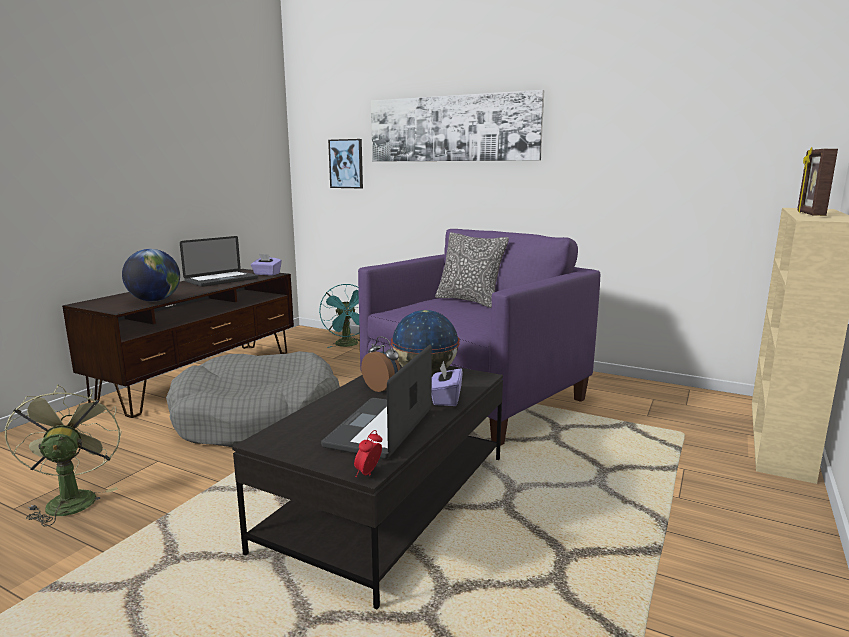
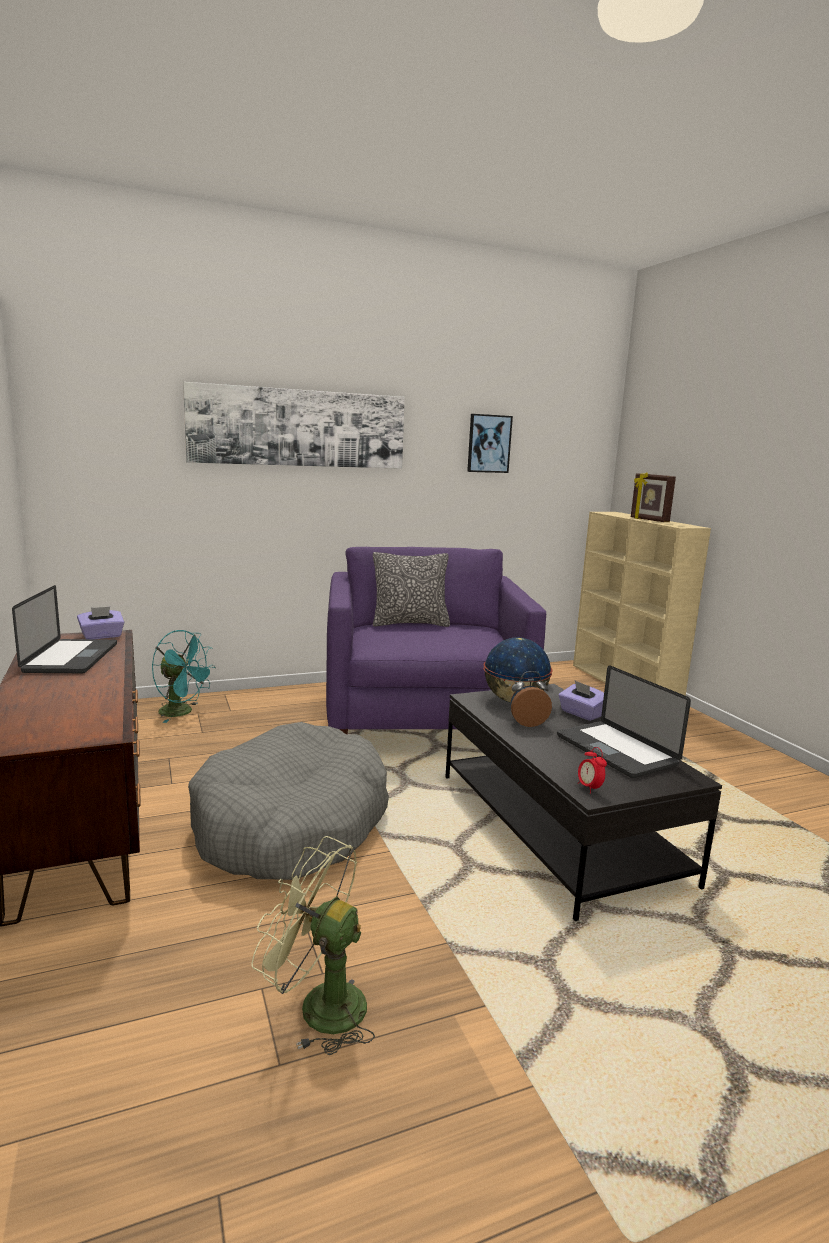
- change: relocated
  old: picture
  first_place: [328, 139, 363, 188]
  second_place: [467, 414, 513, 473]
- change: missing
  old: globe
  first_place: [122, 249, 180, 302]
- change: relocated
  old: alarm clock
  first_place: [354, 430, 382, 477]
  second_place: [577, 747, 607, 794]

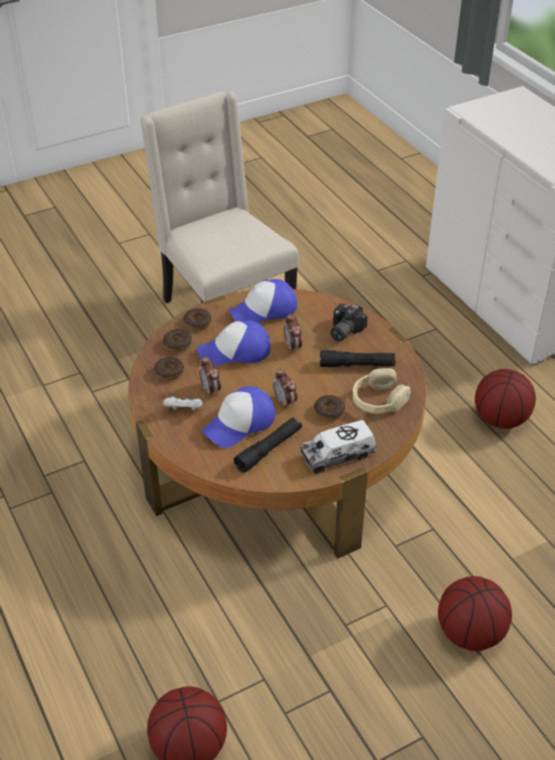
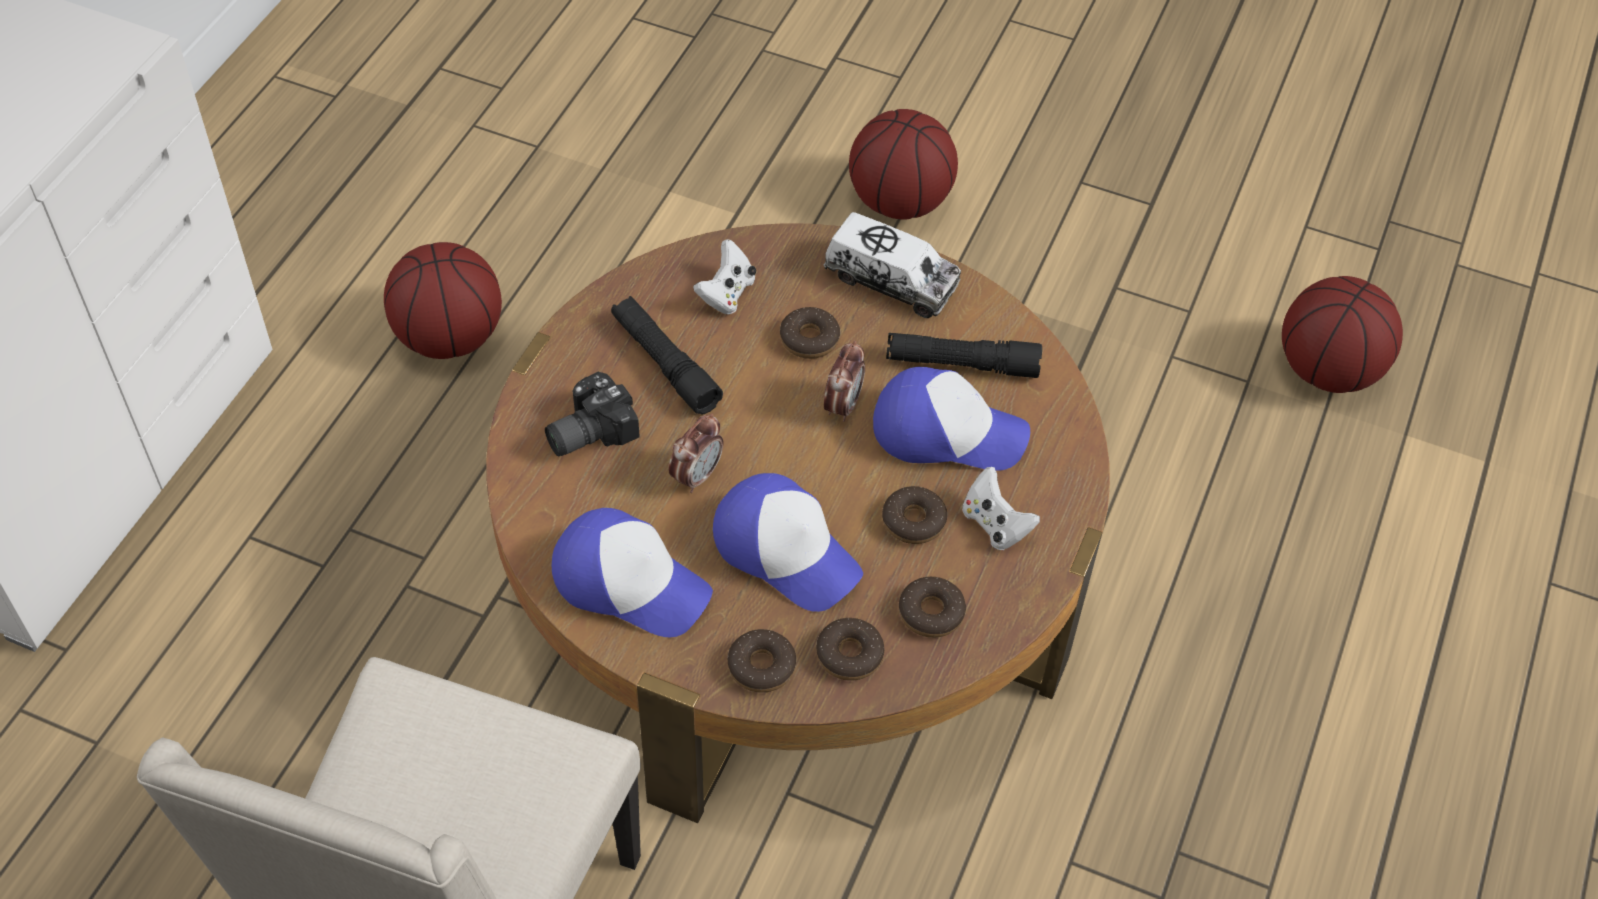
- change: spun
  old: photo camera
  first_place: [331, 304, 368, 341]
  second_place: [545, 372, 640, 456]
  degrees: 150
- change: exchanged
  old: alarm clock
  new: donut
  first_place: [199, 356, 221, 397]
  second_place: [882, 486, 947, 544]
- change: exchanged
  old: beige headphones
  new: white game controller
  first_place: [353, 368, 411, 414]
  second_place: [693, 239, 756, 315]

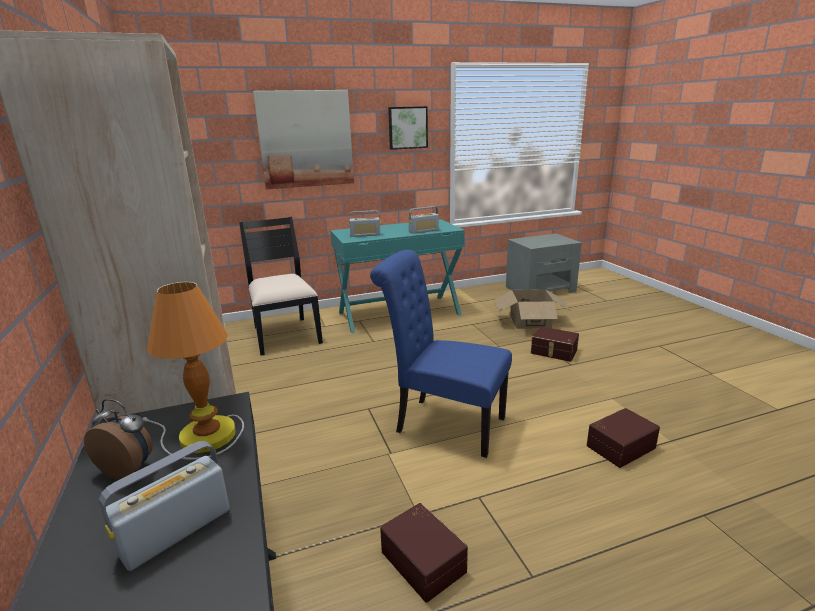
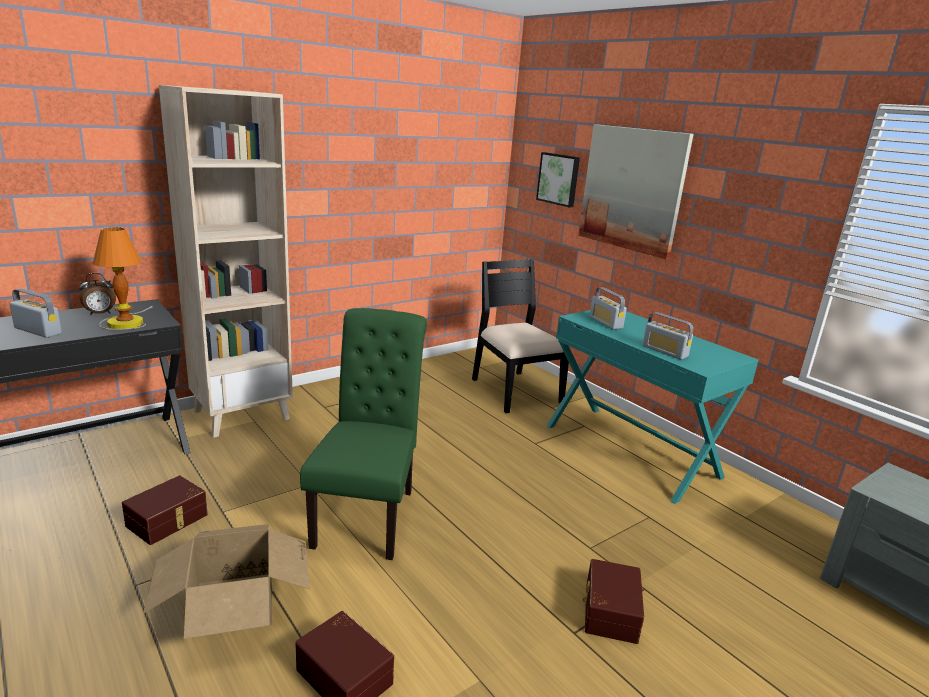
- change: relocated
  old: picture
  first_place: [388, 106, 428, 150]
  second_place: [536, 152, 580, 207]
- change: spun
  old: black chair
  first_place: [239, 217, 323, 356]
  second_place: [472, 259, 569, 413]
  degrees: -75
- change: colour
  old: blue chair
  new: green chair
  first_place: [370, 250, 512, 458]
  second_place: [300, 308, 427, 560]
- change: relocated
  old: cardboard box
  first_place: [494, 289, 572, 329]
  second_place: [143, 524, 310, 639]
- change: spun
  old: alarm clock
  first_place: [84, 399, 153, 480]
  second_place: [79, 273, 116, 315]
  degrees: 60

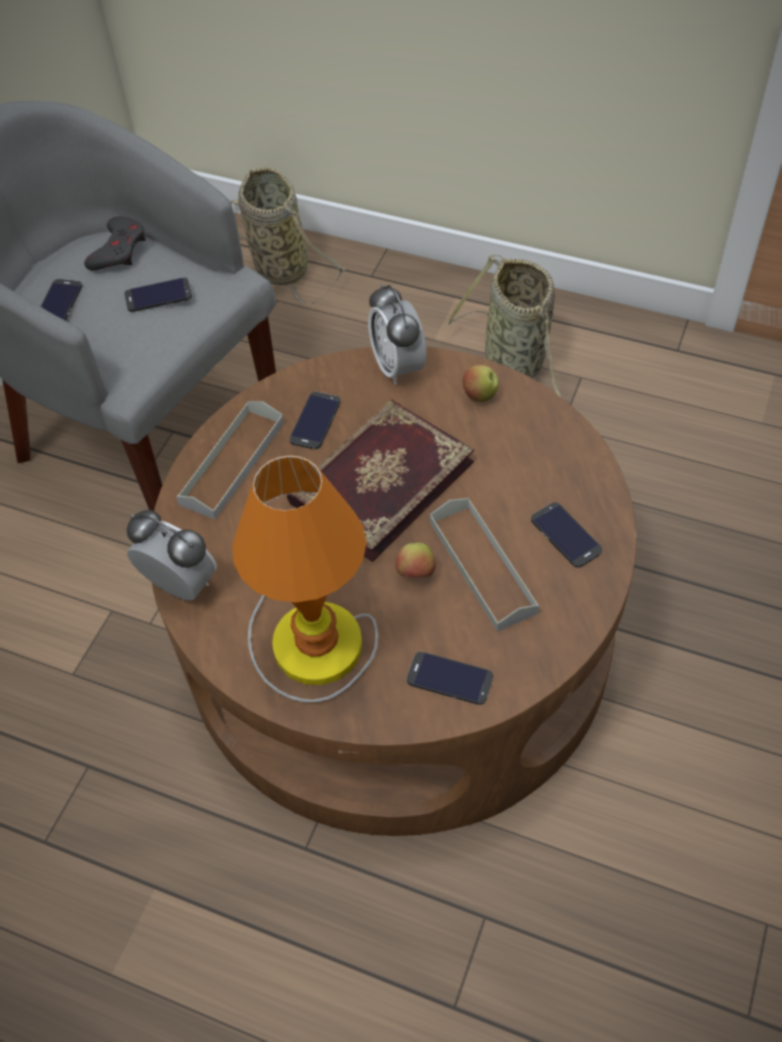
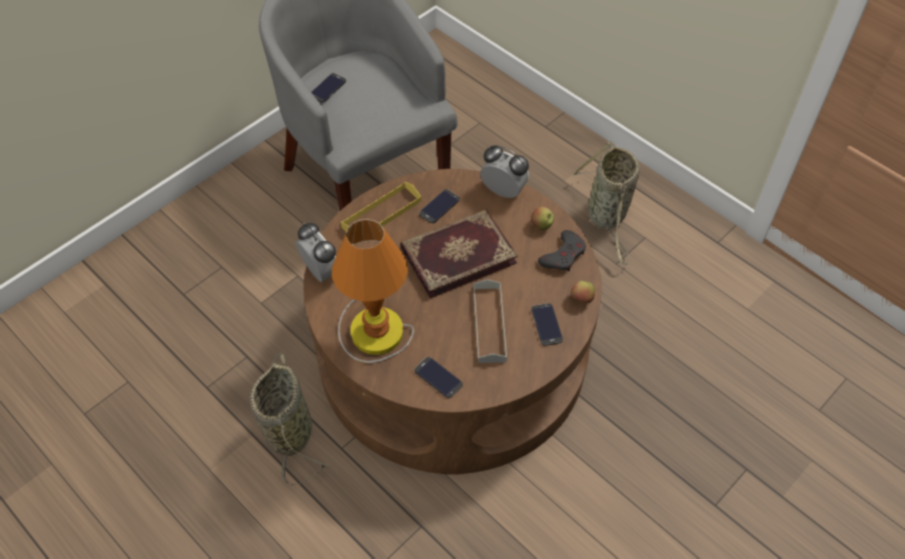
- change: relocated
  old: basket
  first_place: [230, 167, 346, 304]
  second_place: [249, 352, 330, 486]
- change: relocated
  old: grey game controller
  first_place: [84, 216, 146, 271]
  second_place: [538, 230, 586, 272]
- change: missing
  old: phone
  first_place: [124, 278, 192, 312]
- change: spun
  old: alarm clock
  first_place: [368, 284, 426, 385]
  second_place: [480, 145, 529, 198]
  degrees: 120
- change: colour
  old: grey tray
  new: yellow tray
  first_place: [176, 401, 284, 520]
  second_place: [341, 182, 421, 232]
- change: relocated
  old: apple
  first_place: [395, 543, 436, 577]
  second_place: [571, 281, 595, 303]

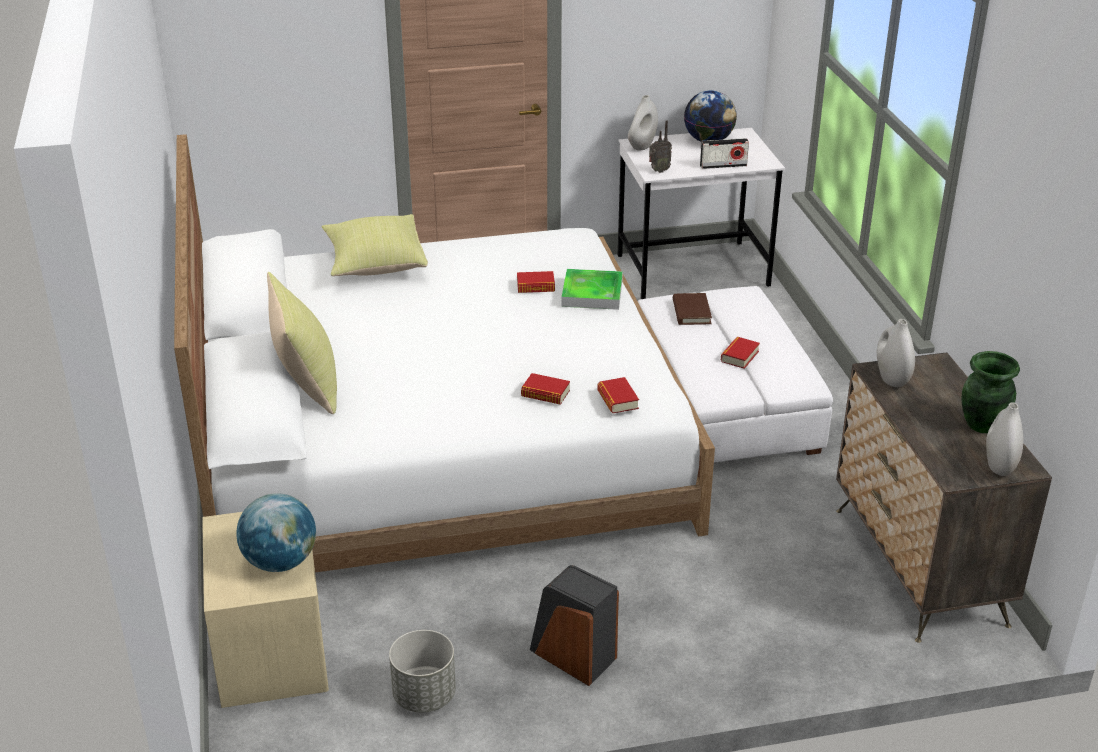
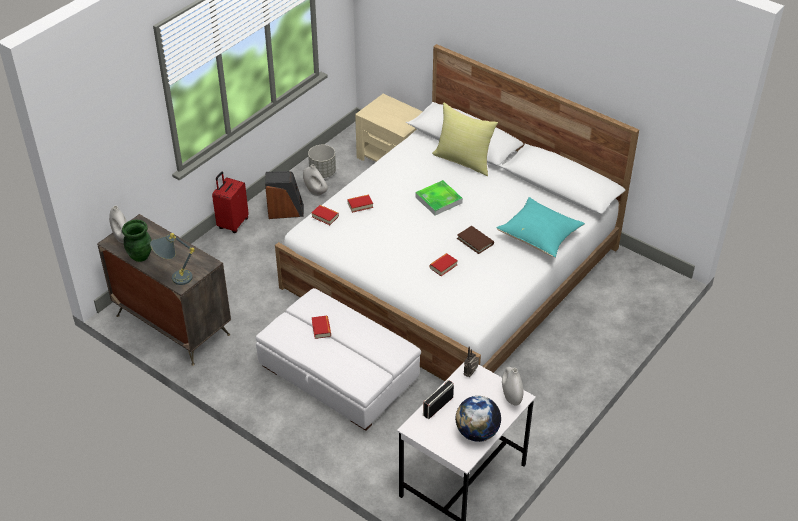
- change: colour
  old: yellow pillow
  new: turquoise pillow
  first_place: [322, 214, 428, 276]
  second_place: [496, 197, 585, 257]
- change: relocated
  old: tray
  first_place: [562, 269, 623, 310]
  second_place: [415, 180, 463, 215]
- change: relocated
  old: brown book
  first_place: [673, 293, 712, 325]
  second_place: [457, 226, 494, 254]
- change: relocated
  old: white vase
  first_place: [877, 319, 915, 387]
  second_place: [303, 165, 328, 196]
- change: missing
  old: globe
  first_place: [236, 493, 316, 572]
- change: appeared
  new: red suitcase
  second_place: [212, 172, 249, 233]
- change: appeared
  new: grey table lamp
  second_place: [150, 233, 195, 285]

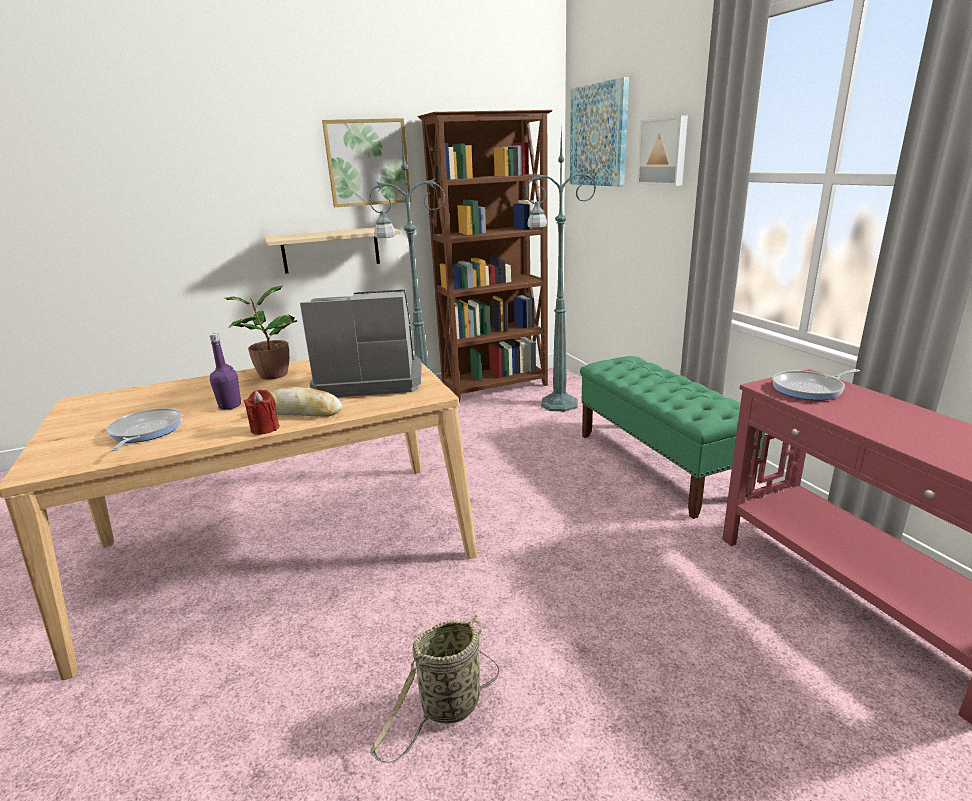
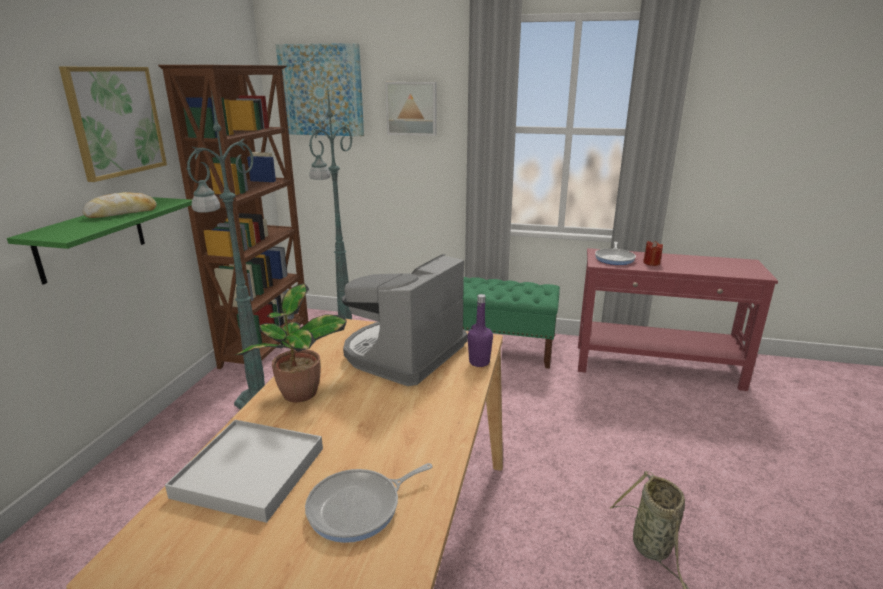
- change: colour
  old: beige shelf
  new: green shelf
  first_place: [264, 227, 401, 274]
  second_place: [7, 197, 192, 285]
- change: relocated
  old: purple bottle
  first_place: [210, 333, 241, 410]
  second_place: [467, 294, 493, 367]
- change: relocated
  old: bread
  first_place: [271, 387, 342, 417]
  second_place: [83, 192, 157, 218]
- change: relocated
  old: red candle
  first_place: [243, 390, 279, 435]
  second_place: [643, 241, 663, 266]
- change: spun
  old: frying pan
  first_place: [106, 408, 182, 451]
  second_place: [305, 463, 433, 543]
  degrees: -60
- change: appeared
  new: white tray
  second_place: [165, 420, 323, 523]

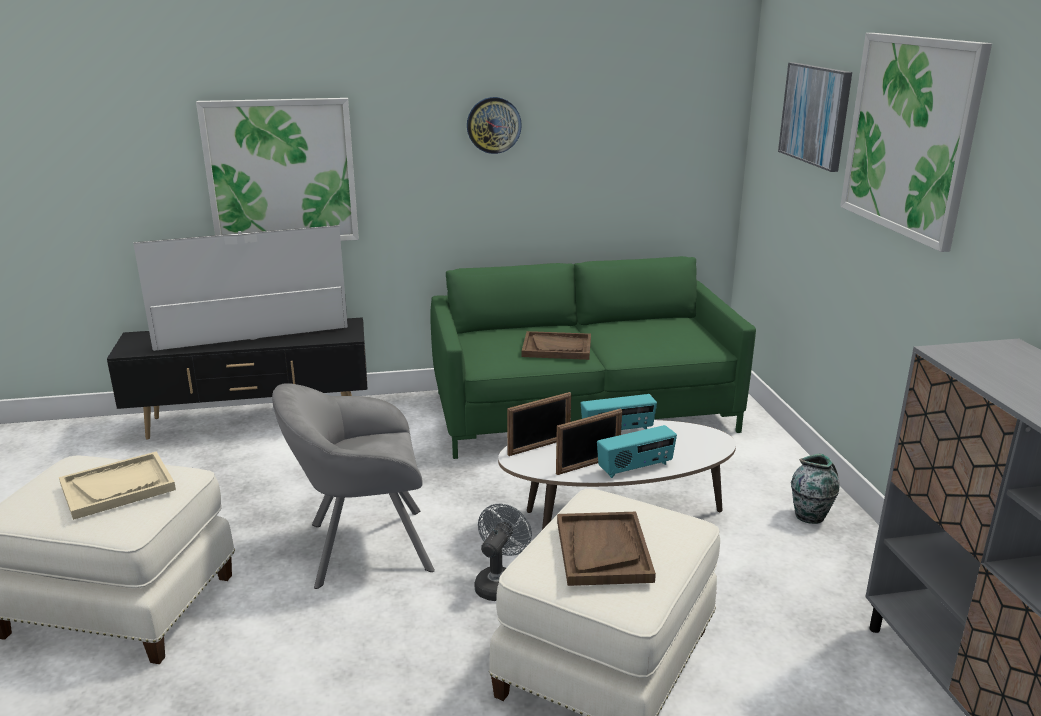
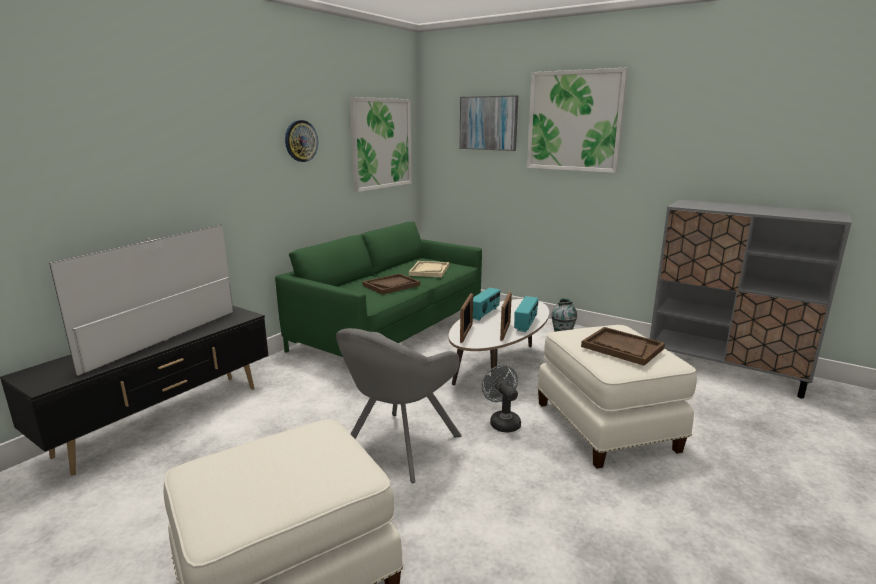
- change: relocated
  old: picture
  first_place: [196, 98, 359, 241]
  second_place: [349, 97, 412, 192]
- change: relocated
  old: beige tray
  first_place: [59, 452, 176, 520]
  second_place: [409, 261, 449, 277]

